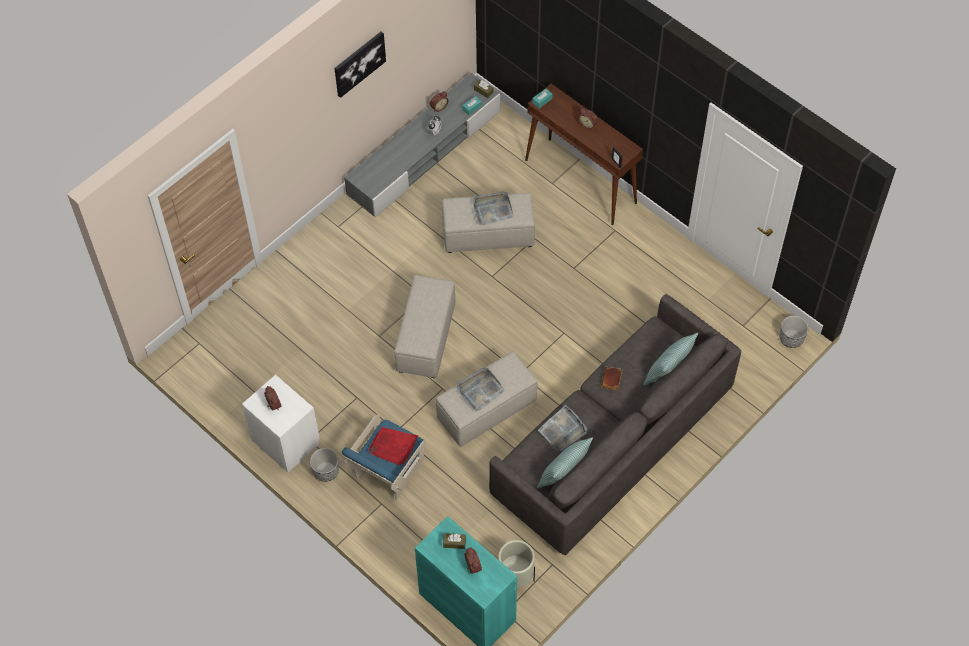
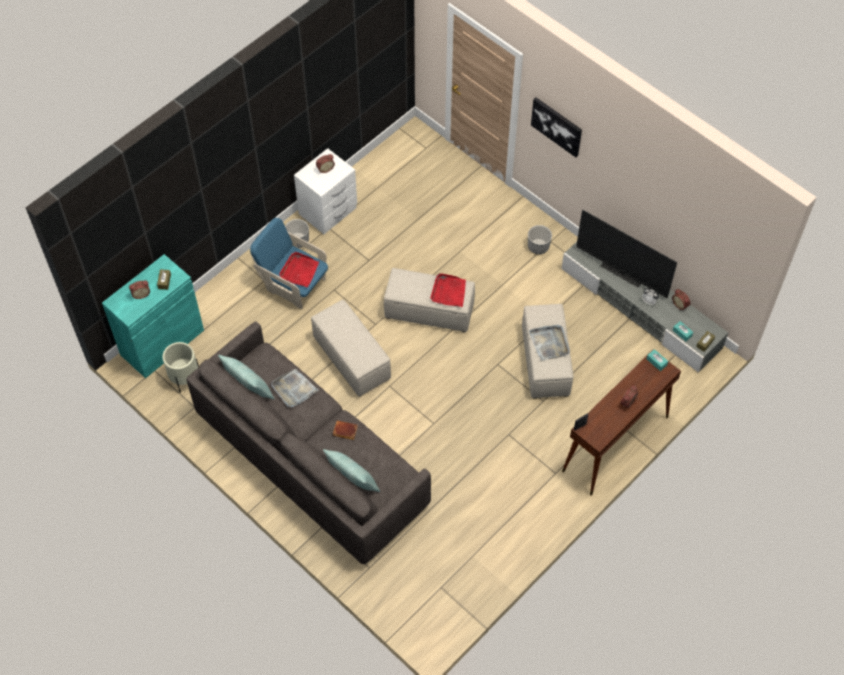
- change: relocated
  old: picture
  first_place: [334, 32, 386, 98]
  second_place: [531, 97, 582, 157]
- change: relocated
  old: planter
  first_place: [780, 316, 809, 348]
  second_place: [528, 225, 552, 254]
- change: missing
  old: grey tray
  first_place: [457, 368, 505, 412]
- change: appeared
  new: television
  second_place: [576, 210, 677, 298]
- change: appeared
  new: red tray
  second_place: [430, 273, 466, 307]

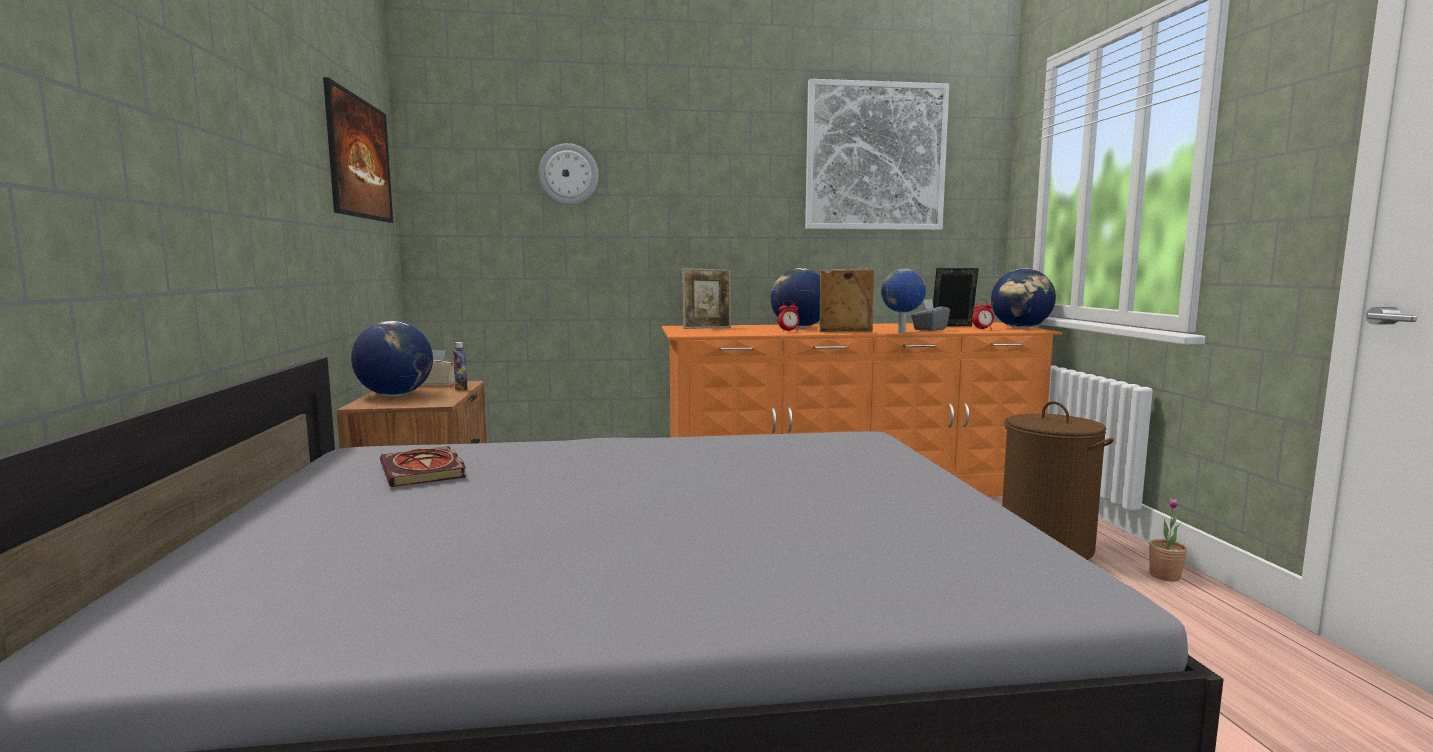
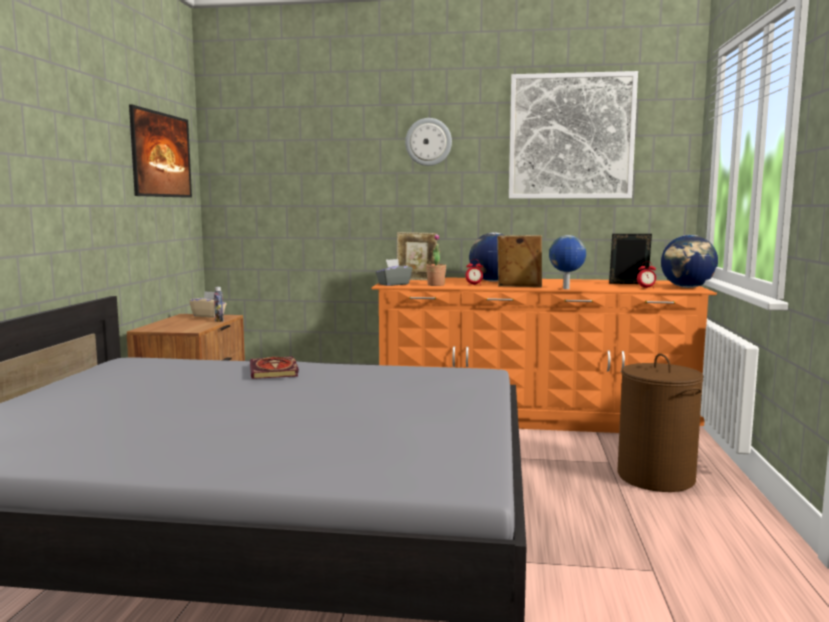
- change: relocated
  old: wall clock
  first_place: [538, 143, 599, 205]
  second_place: [405, 118, 452, 166]
- change: relocated
  old: grey tissue box
  first_place: [911, 299, 950, 331]
  second_place: [376, 259, 412, 286]
- change: missing
  old: globe
  first_place: [351, 321, 433, 396]
- change: relocated
  old: book
  first_place: [380, 446, 466, 487]
  second_place: [250, 356, 299, 379]
- change: relocated
  old: potted plant
  first_place: [1149, 498, 1187, 581]
  second_place: [426, 234, 446, 286]

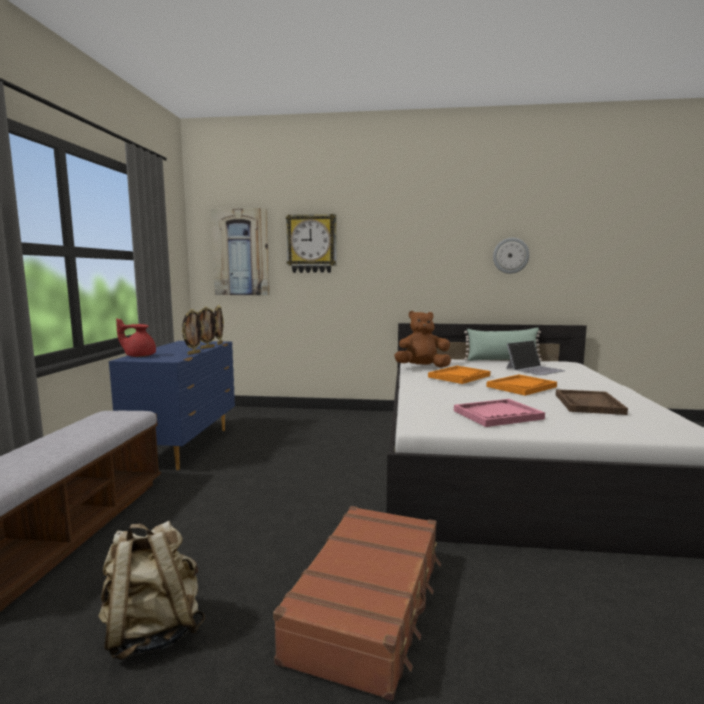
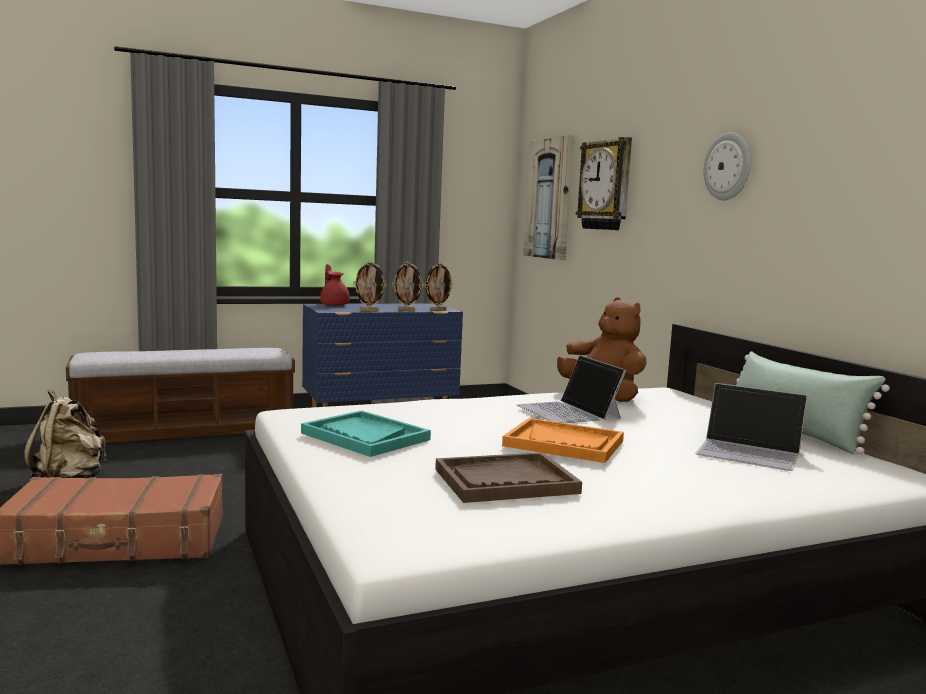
- change: relocated
  old: wall clock
  first_place: [493, 238, 530, 274]
  second_place: [703, 133, 751, 200]
- change: exchanged
  old: orange tray
  new: laptop
  first_place: [428, 366, 490, 384]
  second_place: [517, 355, 626, 423]
- change: colour
  old: pink tray
  new: turquoise tray
  first_place: [454, 399, 545, 427]
  second_place: [301, 410, 431, 457]

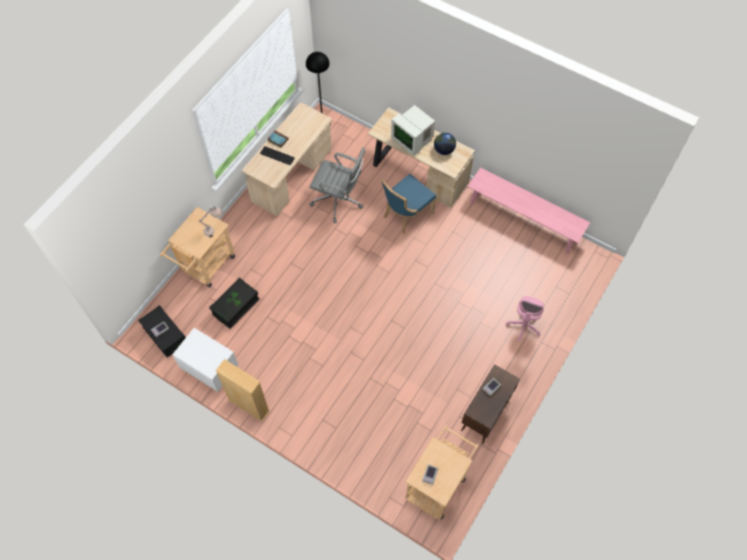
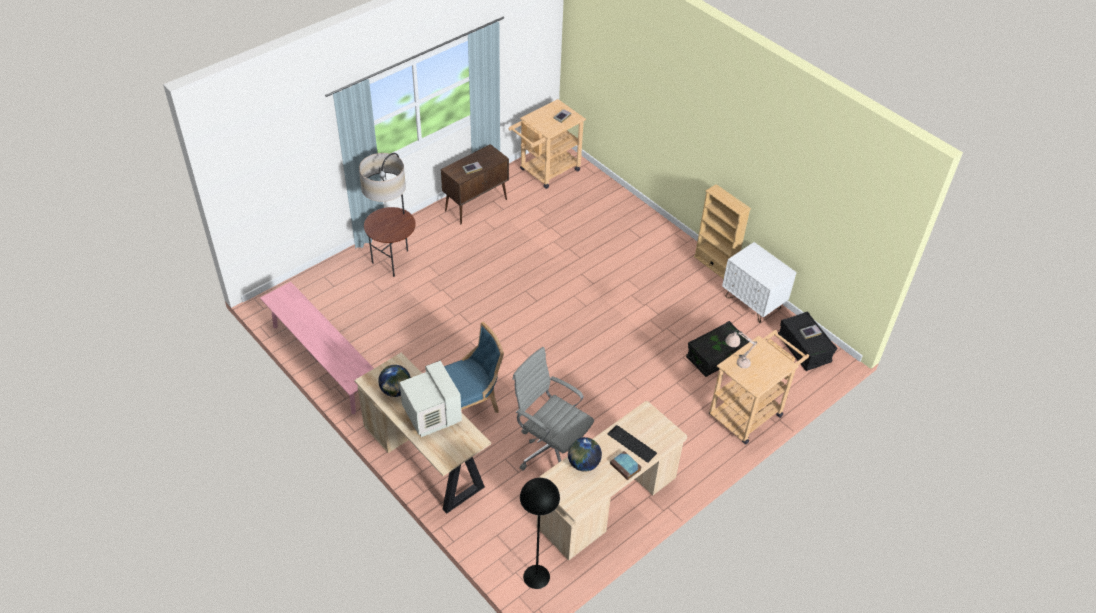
- change: exchanged
  old: pink office chair
  new: floor lamp
  first_place: [506, 296, 544, 341]
  second_place: [359, 153, 416, 277]
- change: appeared
  new: globe
  second_place: [568, 437, 602, 472]

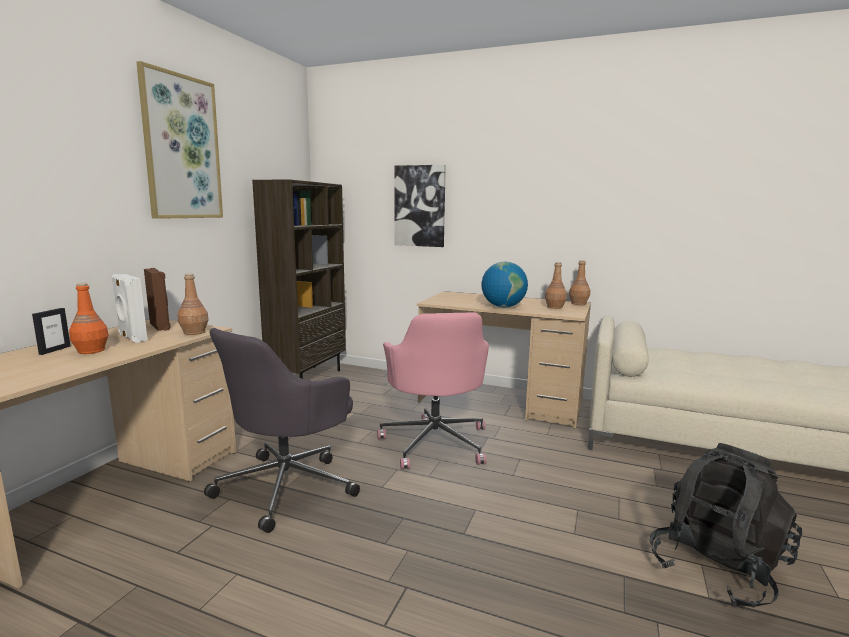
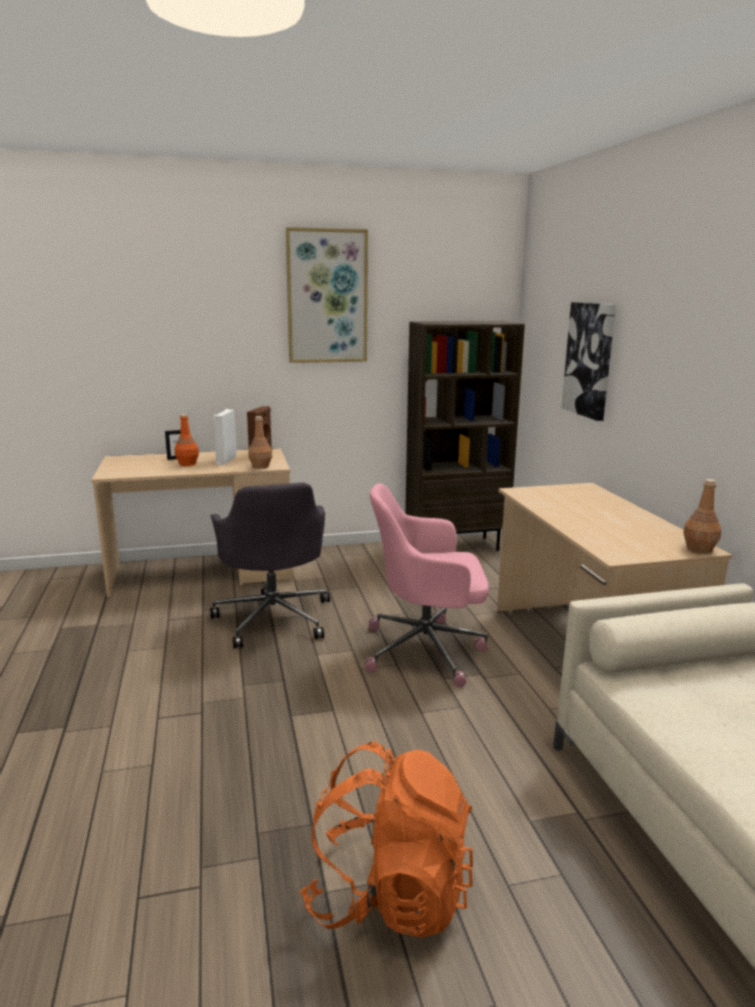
- change: missing
  old: globe
  first_place: [481, 262, 528, 307]
- change: missing
  old: brown bottle
  first_place: [545, 262, 567, 309]
- change: spun
  old: pink office chair
  first_place: [377, 312, 489, 470]
  second_place: [365, 483, 489, 687]
  degrees: 45
- change: spun
  old: grey office chair
  first_place: [204, 328, 360, 533]
  second_place: [210, 482, 330, 648]
  degrees: -105
- change: colour
  old: black backpack
  new: orange backpack
  first_place: [650, 443, 802, 608]
  second_place: [300, 741, 473, 937]

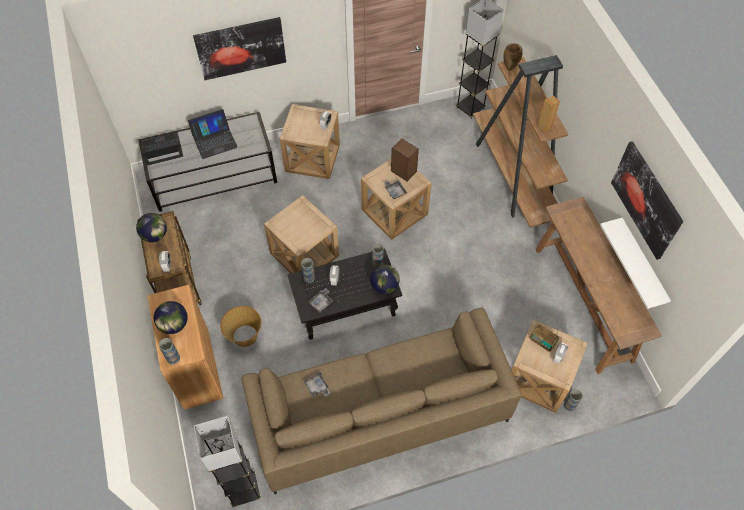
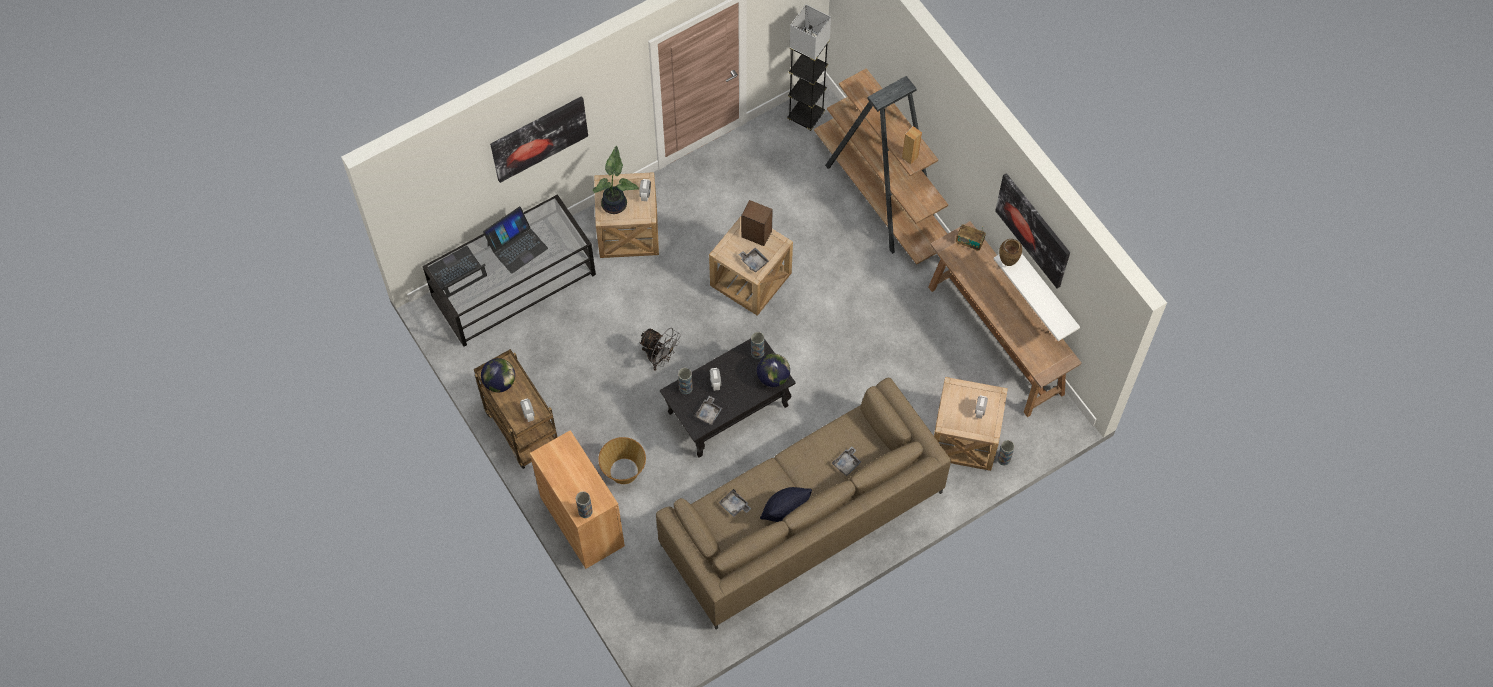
- change: relocated
  old: brown vase
  first_place: [503, 43, 523, 71]
  second_place: [999, 239, 1022, 266]
- change: exchanged
  old: beige side table
  new: grey fan
  first_place: [264, 196, 339, 273]
  second_place: [639, 327, 681, 371]
- change: missing
  old: globe
  first_place: [154, 301, 188, 334]
- change: relocated
  old: radio
  first_place: [530, 324, 559, 352]
  second_place: [956, 224, 986, 251]
- change: missing
  old: grey floor lamp
  first_place: [194, 416, 261, 507]
- change: appeared
  new: potted plant
  second_place: [593, 146, 639, 214]
- change: appeared
  new: grey tray
  second_place: [832, 447, 861, 476]
- change: appeared
  new: black pillow
  second_place: [760, 487, 812, 522]

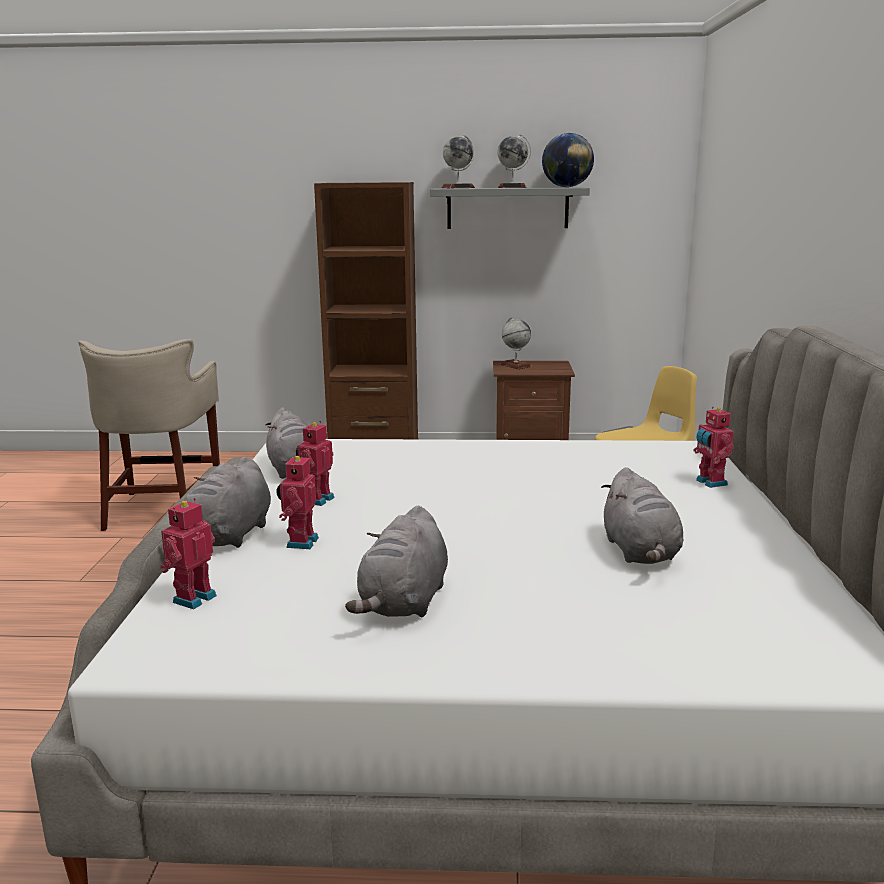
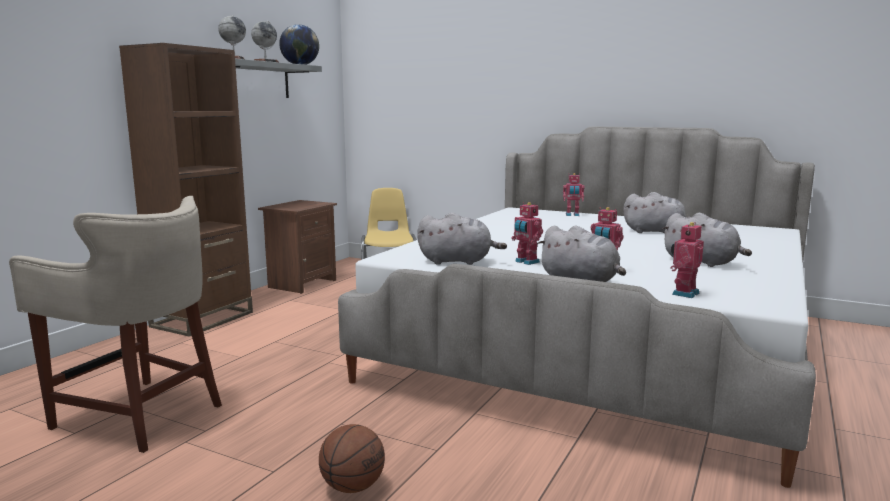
- change: missing
  old: globe
  first_place: [500, 317, 532, 369]
- change: spun
  old: toy robot
  first_place: [160, 498, 217, 609]
  second_place: [670, 222, 704, 298]
  degrees: 75
- change: appeared
  new: basketball
  second_place: [319, 424, 385, 493]

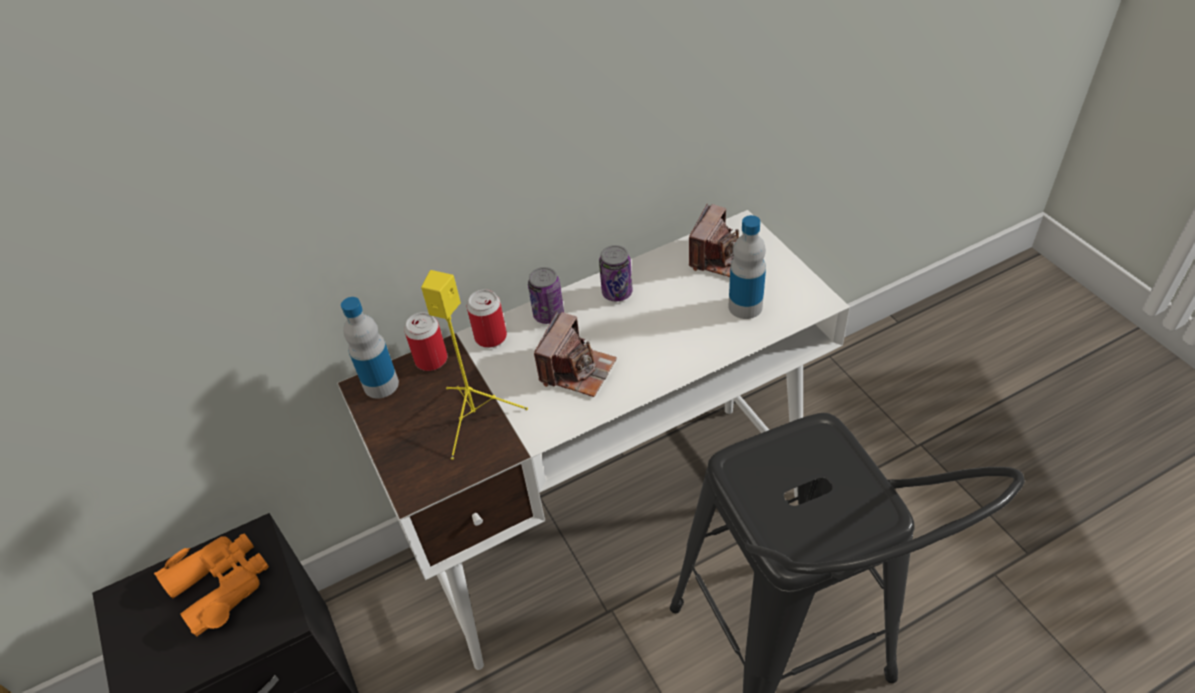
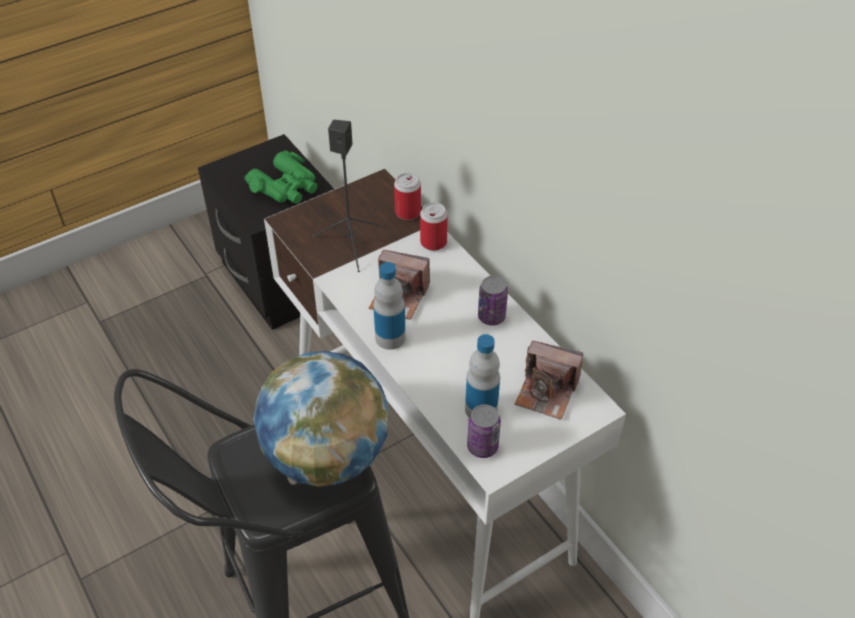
- change: relocated
  old: can
  first_place: [528, 267, 564, 324]
  second_place: [467, 404, 501, 458]
- change: colour
  old: yellow speaker
  new: black speaker
  first_place: [421, 270, 528, 460]
  second_place: [312, 120, 380, 272]
- change: relocated
  old: bottle
  first_place: [341, 297, 399, 399]
  second_place: [373, 262, 406, 350]
- change: colour
  old: orange binoculars
  new: green binoculars
  first_place: [154, 534, 269, 636]
  second_place: [244, 150, 318, 204]
- change: appeared
  new: globe
  second_place: [253, 351, 389, 487]

